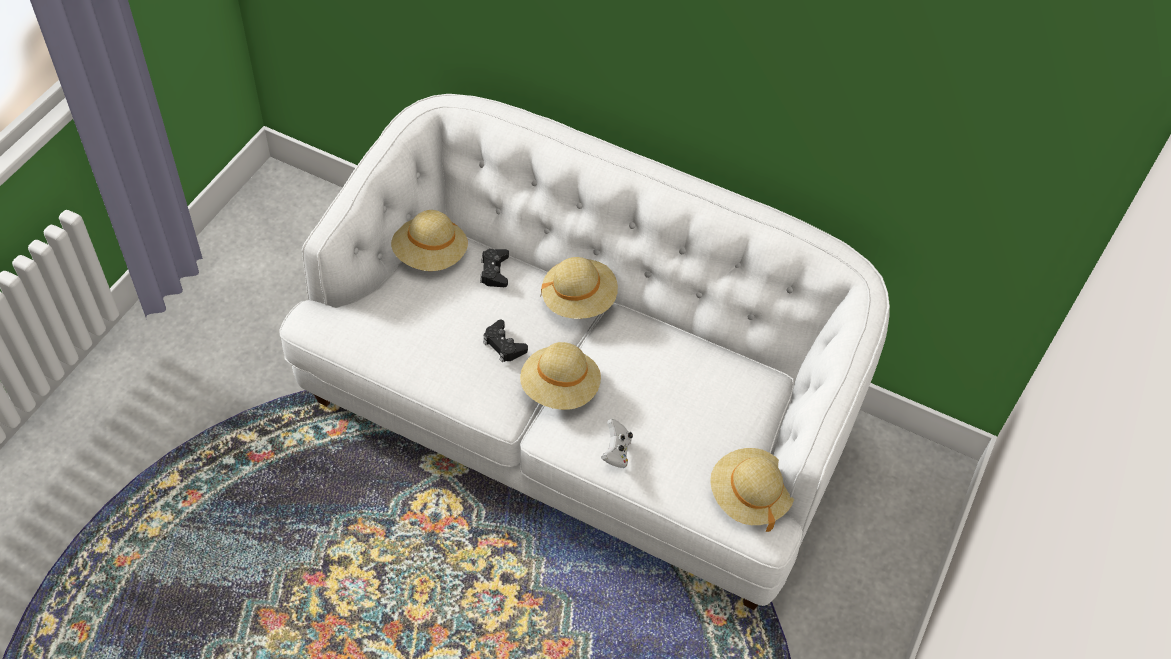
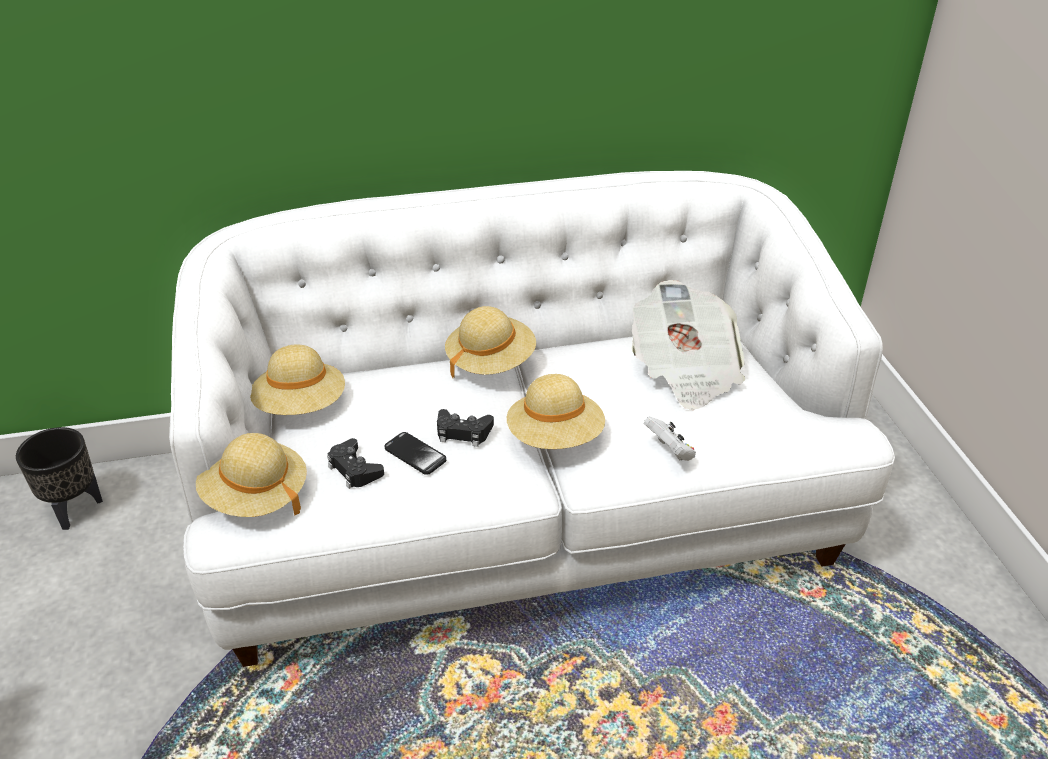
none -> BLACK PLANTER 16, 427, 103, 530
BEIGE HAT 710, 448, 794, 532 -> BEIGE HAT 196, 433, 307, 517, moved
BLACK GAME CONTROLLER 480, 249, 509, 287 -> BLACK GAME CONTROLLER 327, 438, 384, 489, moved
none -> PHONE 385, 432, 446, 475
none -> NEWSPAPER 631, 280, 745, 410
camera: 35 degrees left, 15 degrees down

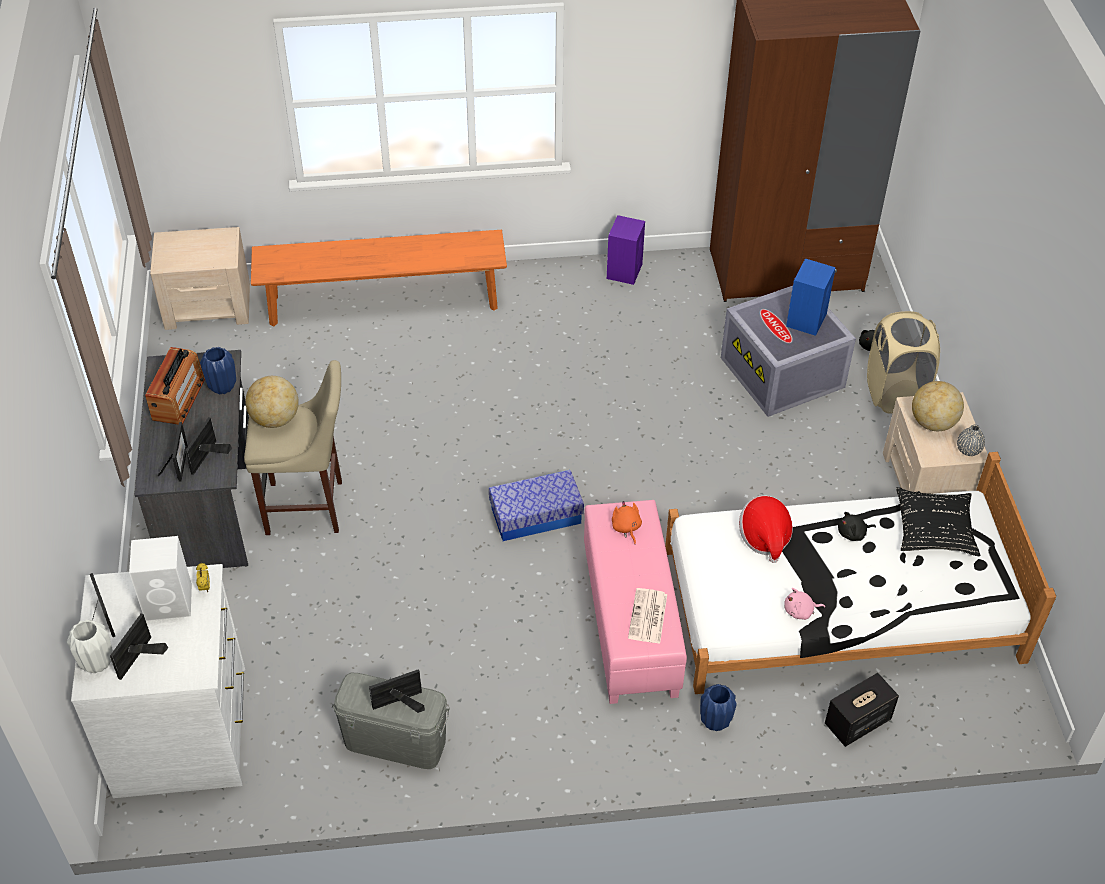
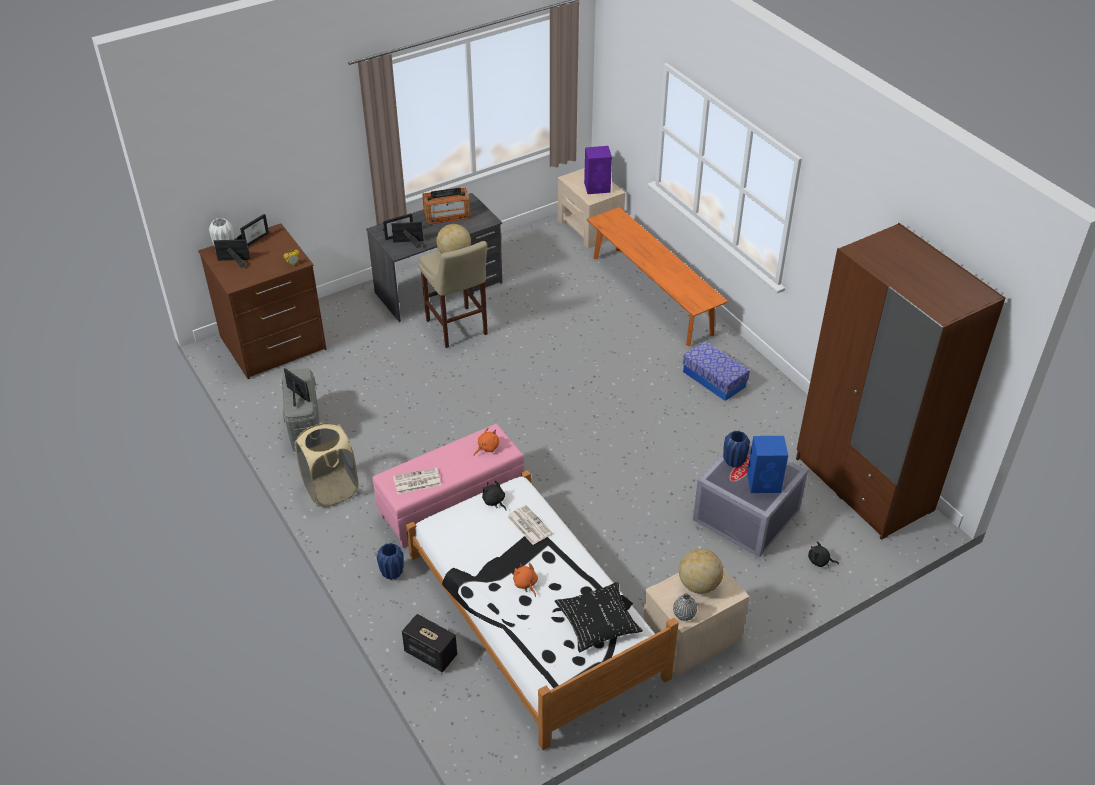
WHITE DRESSER 71, 564, 245, 798 -> BROWN DRESSER 198, 223, 327, 379
BEIGE LAUNDRY BASKET 867, 311, 940, 414 -> BEIGE LAUNDRY BASKET 295, 422, 359, 507, moved
BLACK PLUSH TOY 838, 512, 876, 541 -> BLACK PLUSH TOY 482, 481, 506, 510, moved
HAT 739, 496, 793, 563 -> NEWSPAPER 507, 505, 552, 545
none -> ORANGE PLUSH TOY 513, 563, 538, 597
PURPLE SPEAKER 607, 215, 645, 285 -> PURPLE SPEAKER 584, 146, 612, 194, moved
STORAGE BOX 489, 470, 584, 541 -> STORAGE BOX 682, 341, 750, 401, moved
BLUE VASE 200, 347, 236, 395 -> BLUE VASE 723, 431, 750, 467, moved
WHITE SPEAKER 129, 536, 192, 621 -> none
PINK PLUSH TOY 784, 588, 825, 620 -> none
camera: 65 degrees right, 5 degrees down

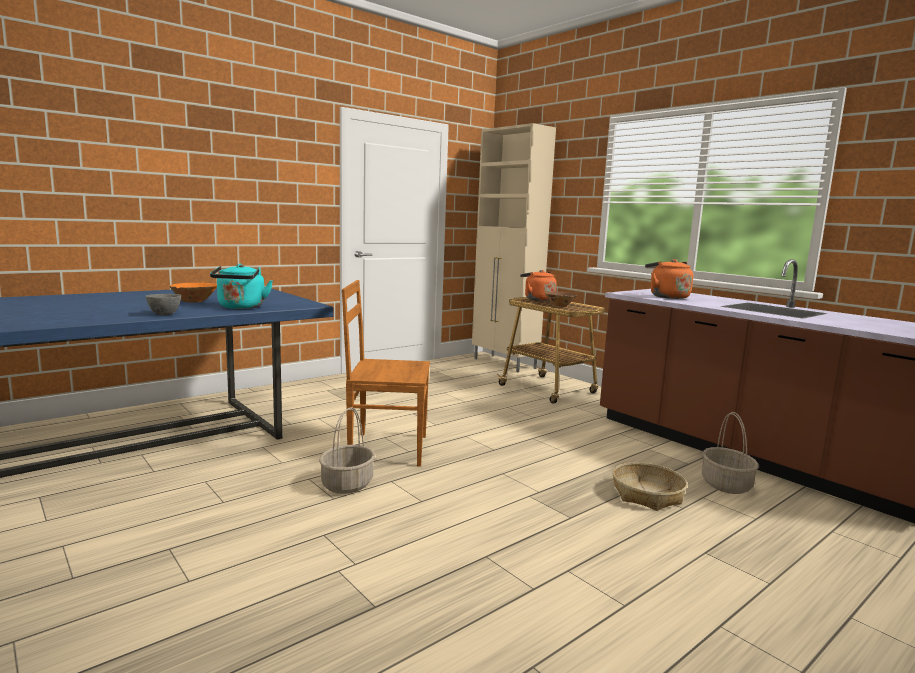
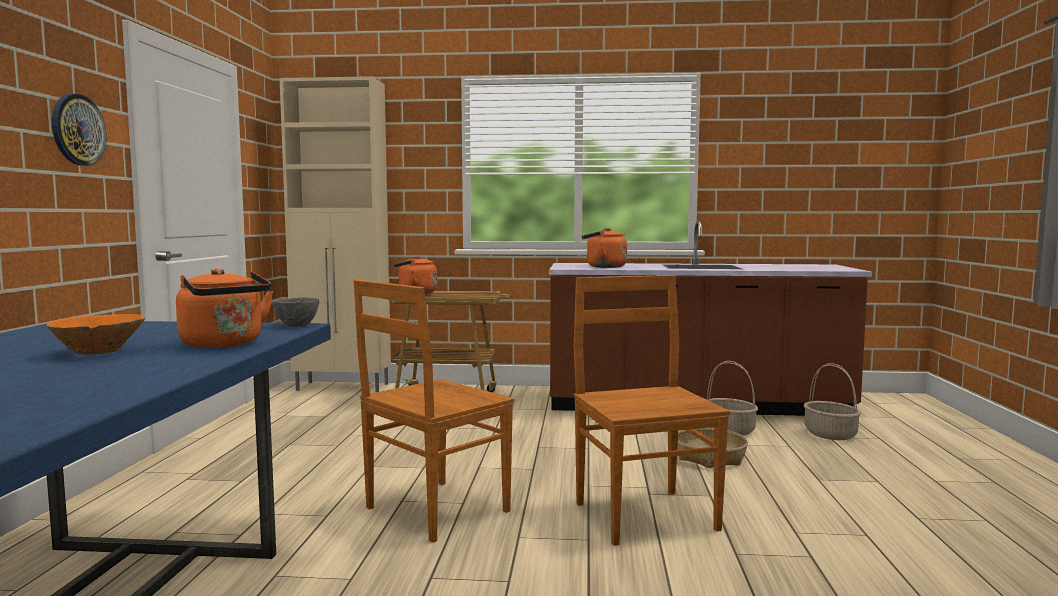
none -> WALL CLOCK 52, 94, 107, 166
TURQUOISE KETTLE 210, 264, 273, 309 -> ORANGE KETTLE 176, 268, 273, 348
GREY BOWL 145, 294, 181, 316 -> GREY BOWL 272, 297, 319, 327, moved
none -> BROWN CHAIR 574, 275, 730, 546
BASKET 319, 407, 375, 494 -> BASKET 803, 363, 861, 440, moved
BROWN BOWL 545, 291, 577, 307 -> none
camera: 45 degrees left, 5 degrees down

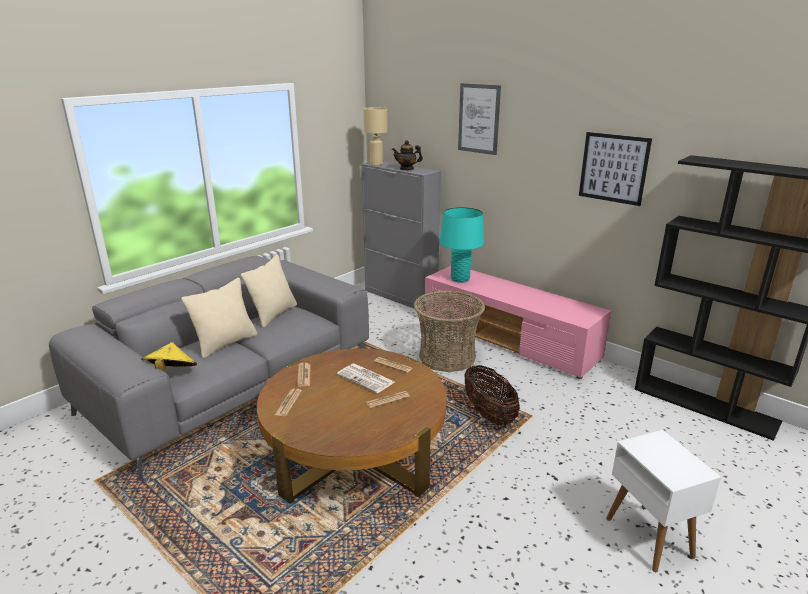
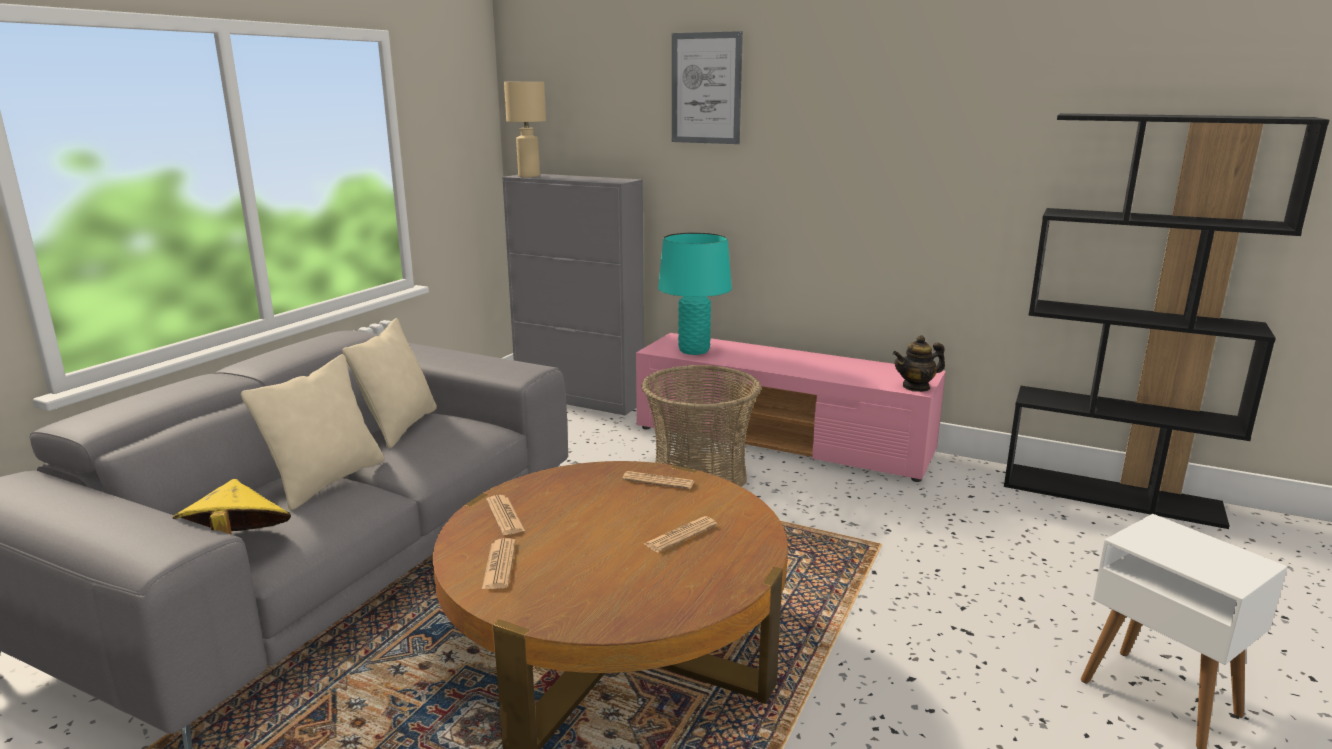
TEAPOT 392, 140, 423, 170 -> TEAPOT 893, 335, 945, 392, moved
NEWSPAPER 337, 364, 394, 393 -> none
BASKET 464, 365, 520, 425 -> none
PICTURE 579, 132, 652, 206 -> none
camera: 15 degrees left, 5 degrees down

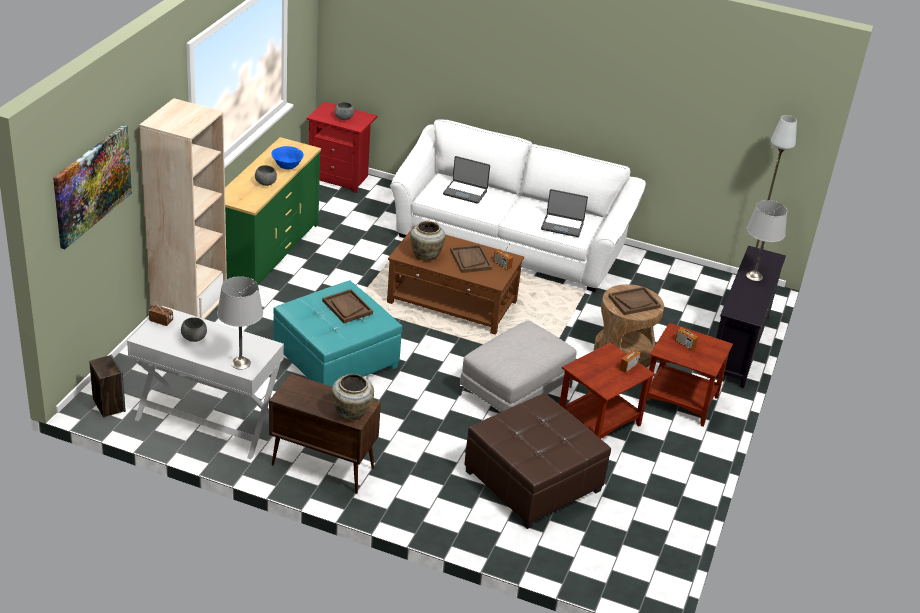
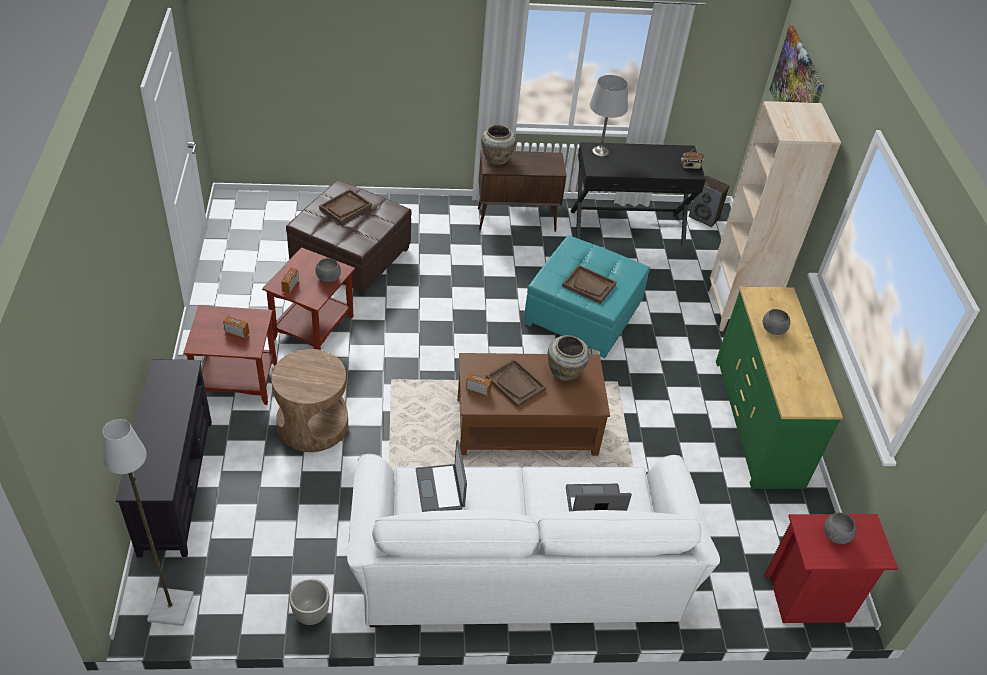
none -> GREY PLANTER 289, 579, 329, 625
GREY BOWL 181, 317, 207, 342 -> GREY BOWL 315, 258, 341, 282, moved
BROWN TRAY 608, 287, 661, 315 -> BROWN TRAY 319, 189, 372, 224, moved
LAPTOP 541, 189, 588, 237 -> LAPTOP 416, 440, 467, 512, 90 degrees counterclockwise
WHITE CONSOLE TABLE 127, 306, 284, 459 -> BLACK CONSOLE TABLE 571, 142, 706, 247
BLUE BOWL 271, 146, 304, 169 -> none
GREY OTTOMAN 459, 321, 577, 412 -> none
GREY TABLE LAMP 746, 200, 787, 281 -> none
camera: 155 degrees right, 10 degrees up

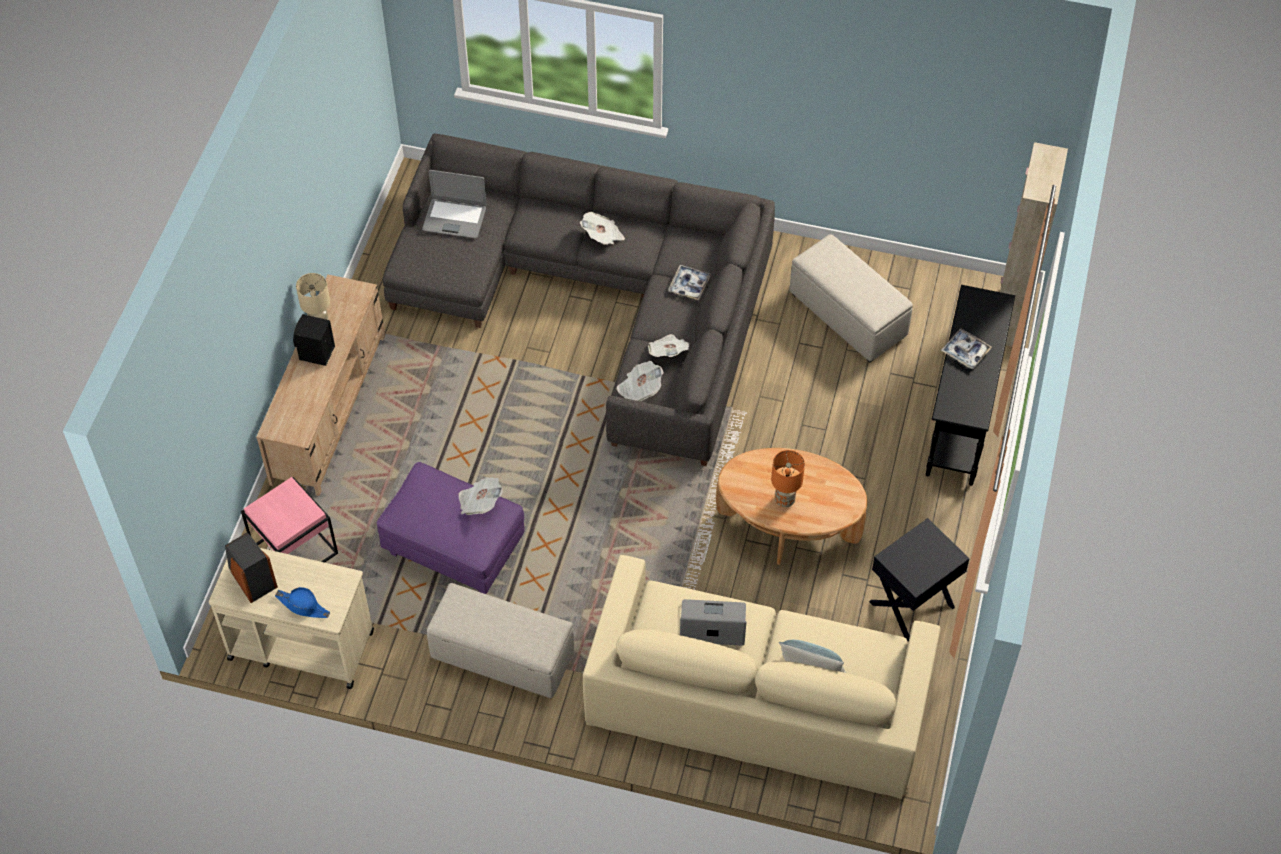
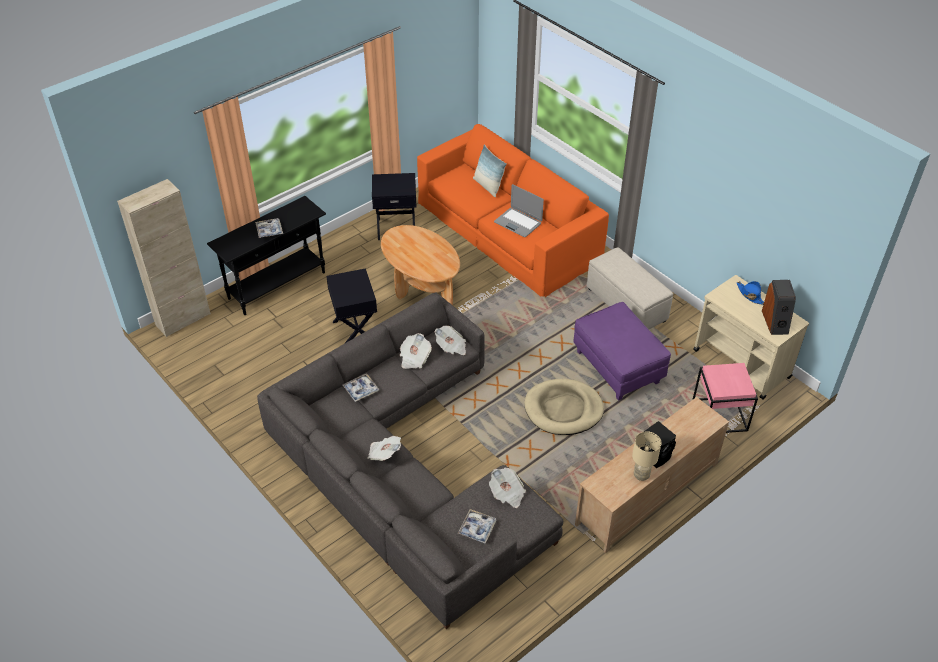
none -> BLACK SIDE TABLE 326, 268, 377, 344
BEIGE SOFA 582, 555, 941, 799 -> ORANGE SOFA 417, 124, 609, 297
LAPTOP 422, 170, 486, 238 -> TRAY 458, 509, 497, 544
NEWSPAPER 458, 477, 503, 515 -> NEWSPAPER 489, 468, 526, 508, moved
none -> BEIGE DOG BED 524, 379, 604, 435
ORANGE TABLE LAMP 771, 450, 805, 507 -> none
BEIGE OTTOMAN 789, 234, 913, 363 -> none
camera: 145 degrees left, 10 degrees down

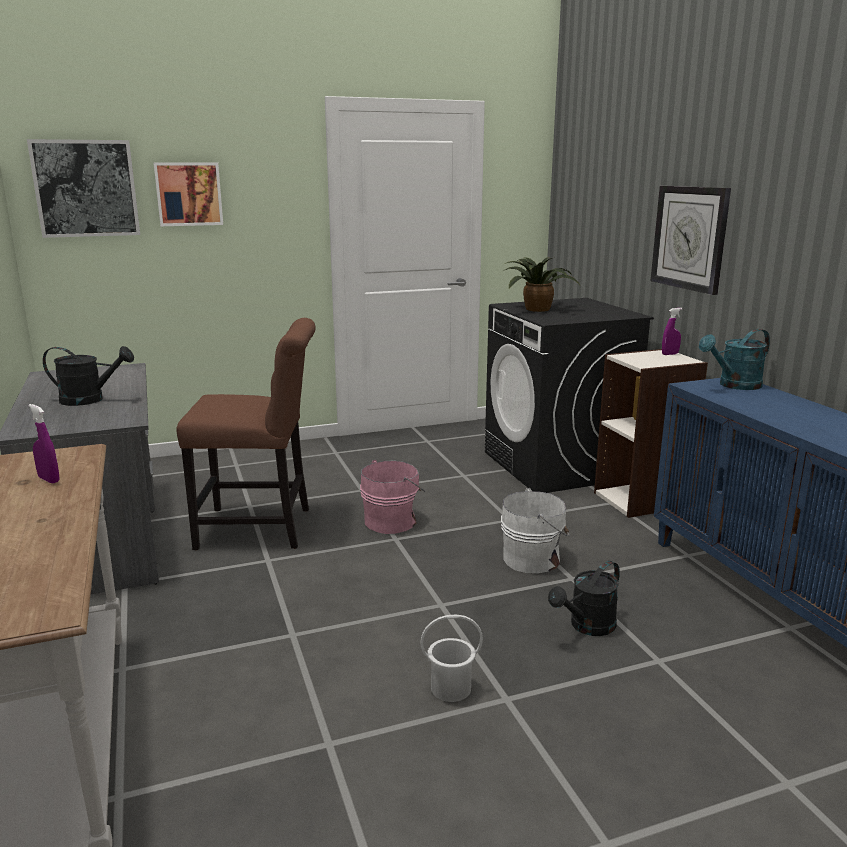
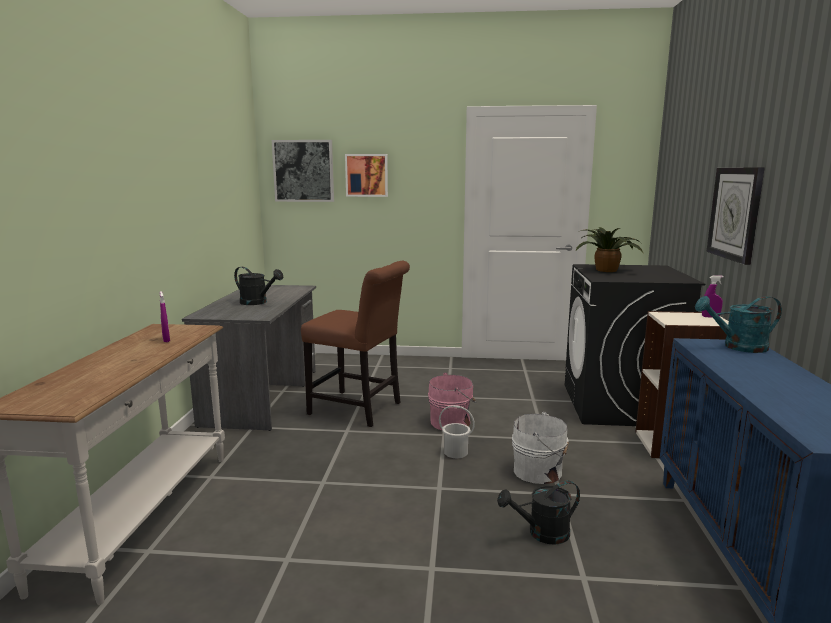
WHITE BUCKET 420, 614, 483, 702 -> WHITE BUCKET 439, 405, 475, 458, moved
camera: 25 degrees right, 5 degrees down

